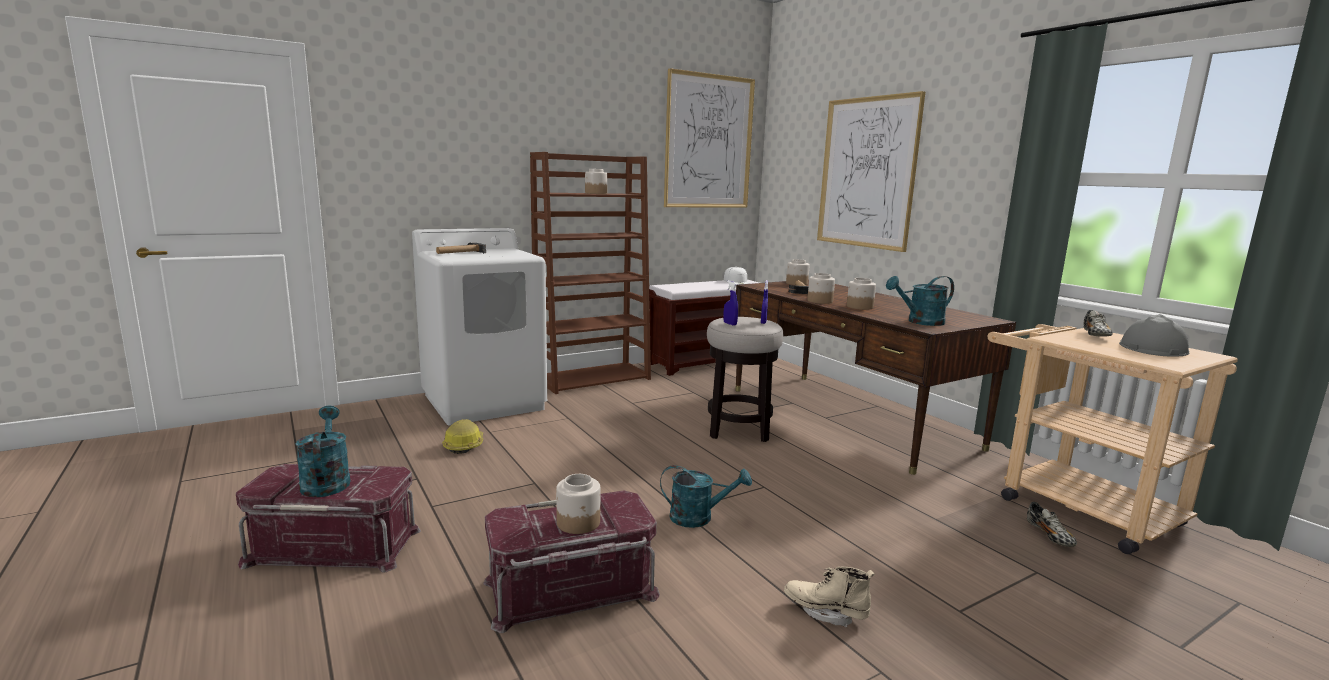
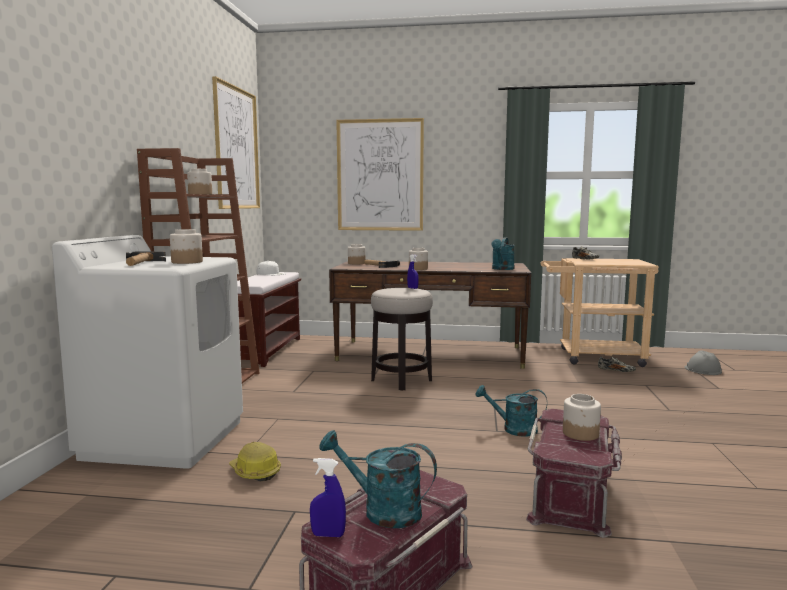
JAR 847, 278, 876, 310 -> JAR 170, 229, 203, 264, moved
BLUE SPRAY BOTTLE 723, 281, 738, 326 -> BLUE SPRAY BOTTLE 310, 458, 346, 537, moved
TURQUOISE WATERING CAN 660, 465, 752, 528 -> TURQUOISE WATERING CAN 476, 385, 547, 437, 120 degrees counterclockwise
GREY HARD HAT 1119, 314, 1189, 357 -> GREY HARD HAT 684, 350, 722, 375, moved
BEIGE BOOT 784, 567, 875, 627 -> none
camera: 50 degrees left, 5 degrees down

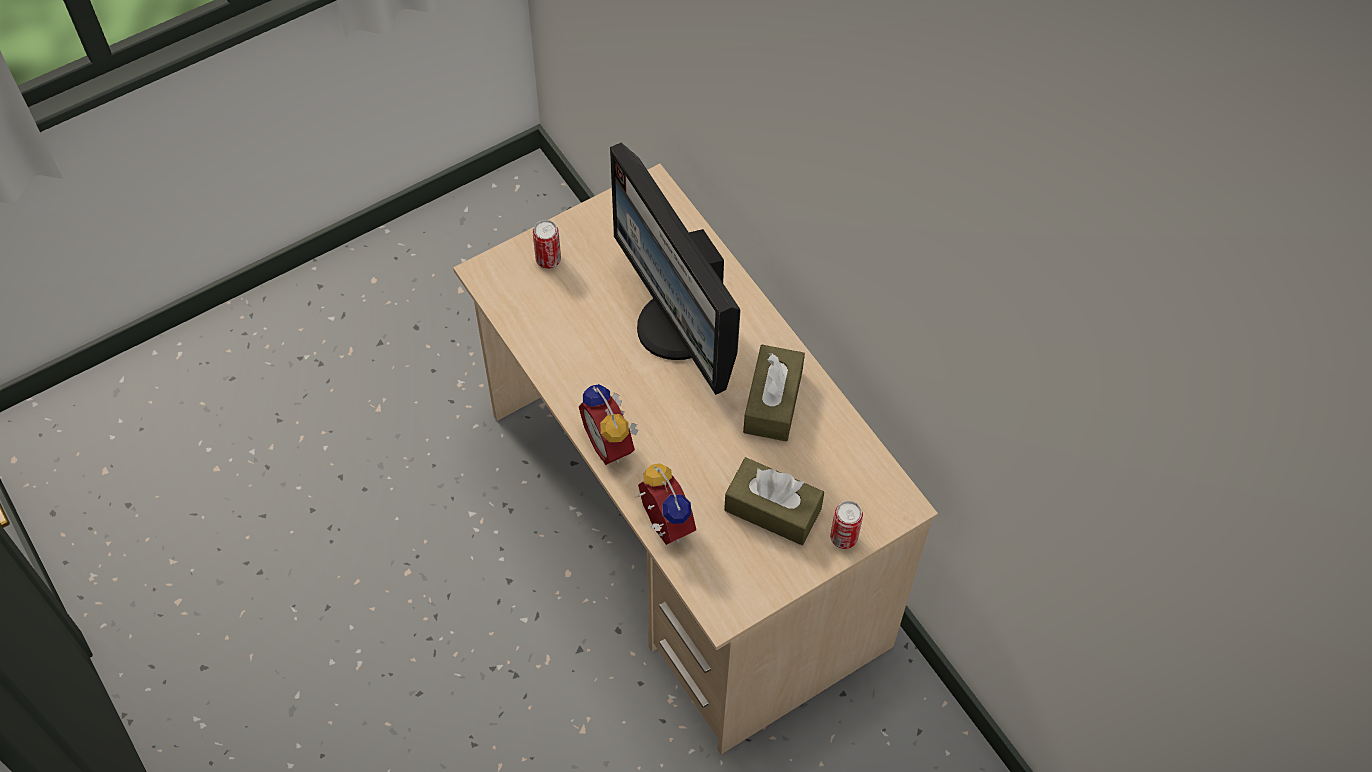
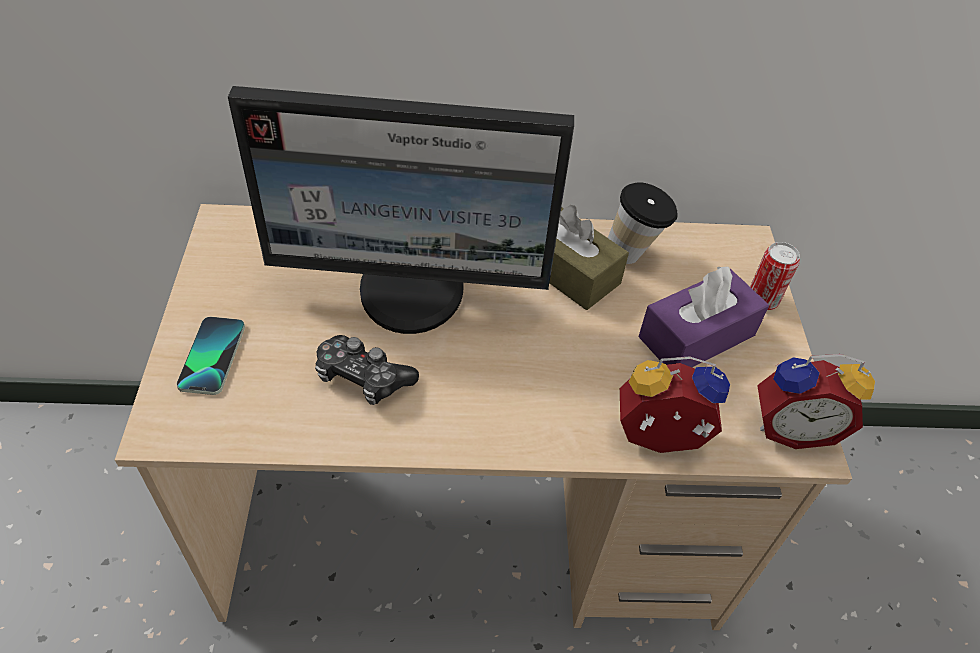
CAN 533, 220, 561, 269 -> PHONE 176, 317, 245, 395
none -> GAME CONTROLLER 315, 335, 419, 405
none -> CUP 608, 182, 678, 264
BROWN TISSUE BOX 724, 457, 824, 545 -> PURPLE TISSUE BOX 639, 267, 769, 367
ALARM CLOCK 579, 384, 639, 465 -> ALARM CLOCK 757, 354, 875, 449, moved
camera: 60 degrees left, 10 degrees down

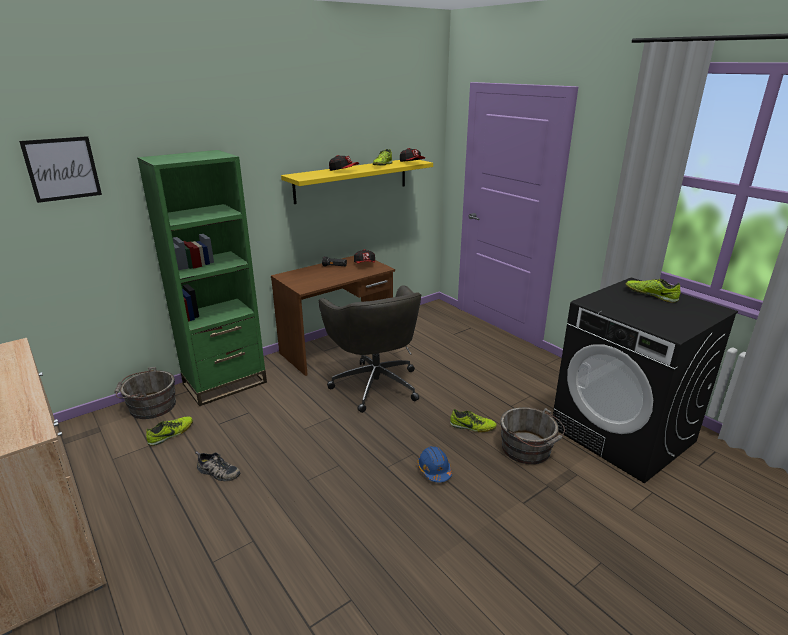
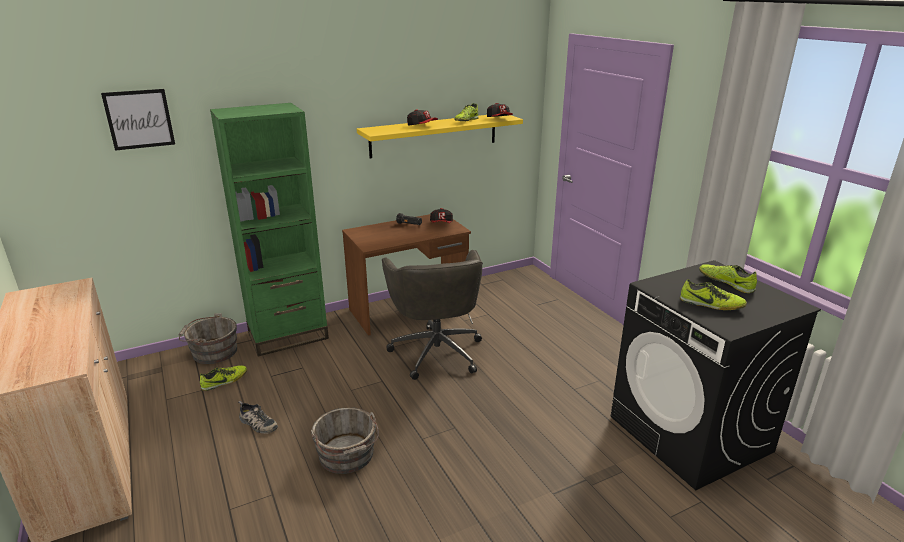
GREY BUCKET 500, 407, 565, 464 -> GREY BUCKET 311, 407, 379, 474, moved
SHOE 450, 409, 497, 432 -> SHOE 680, 279, 747, 310, moved
BLUE HARD HAT 417, 446, 452, 482 -> none
camera: 10 degrees right, 0 degrees up

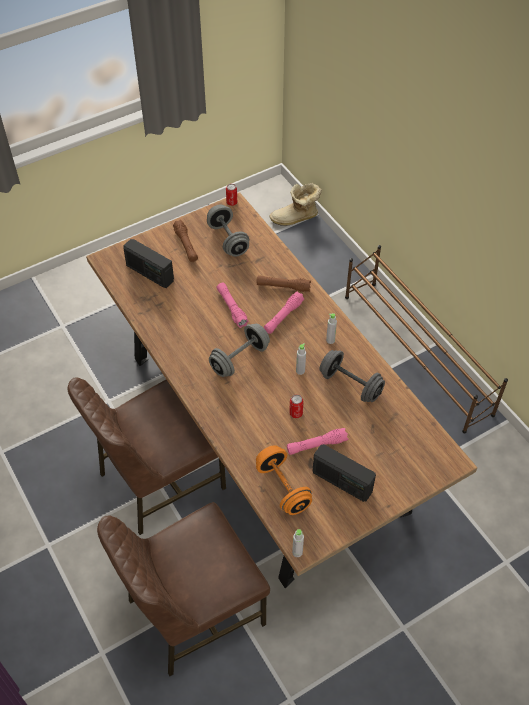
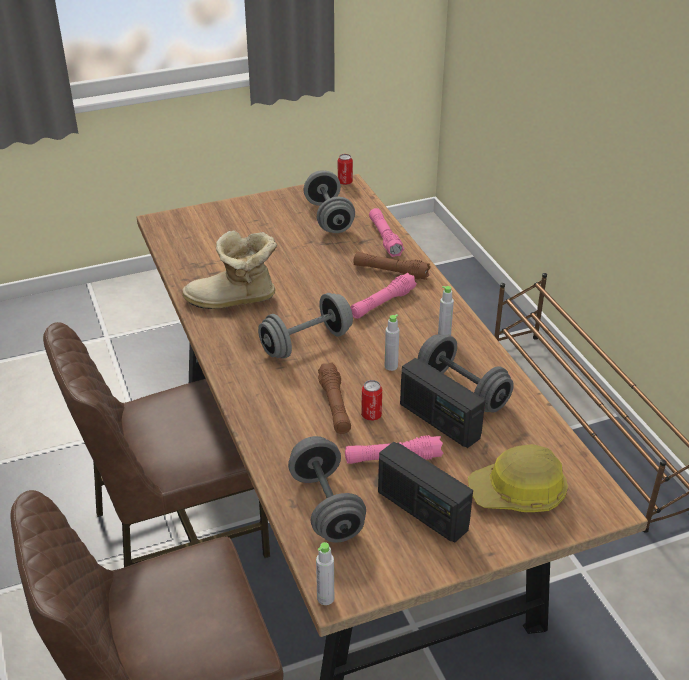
BOOT 269, 183, 322, 226 -> BOOT 182, 230, 277, 309, moved
ORANGE DUMBBELL 256, 445, 312, 515 -> GREY DUMBBELL 288, 436, 366, 543
BROWN FLASHLIGHT 173, 220, 198, 262 -> BROWN FLASHLIGHT 318, 362, 351, 434, moved
PINK FLASHLIGHT 217, 283, 249, 328 -> PINK FLASHLIGHT 369, 208, 404, 257, moved
RADIO 123, 239, 174, 288 -> RADIO 400, 358, 485, 448, moved
none -> HARD HAT 468, 444, 568, 512
camera: 10 degrees right, 15 degrees down

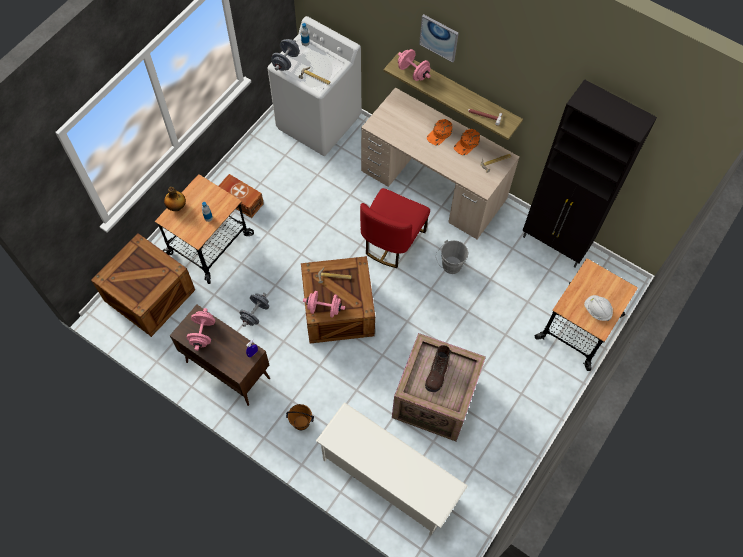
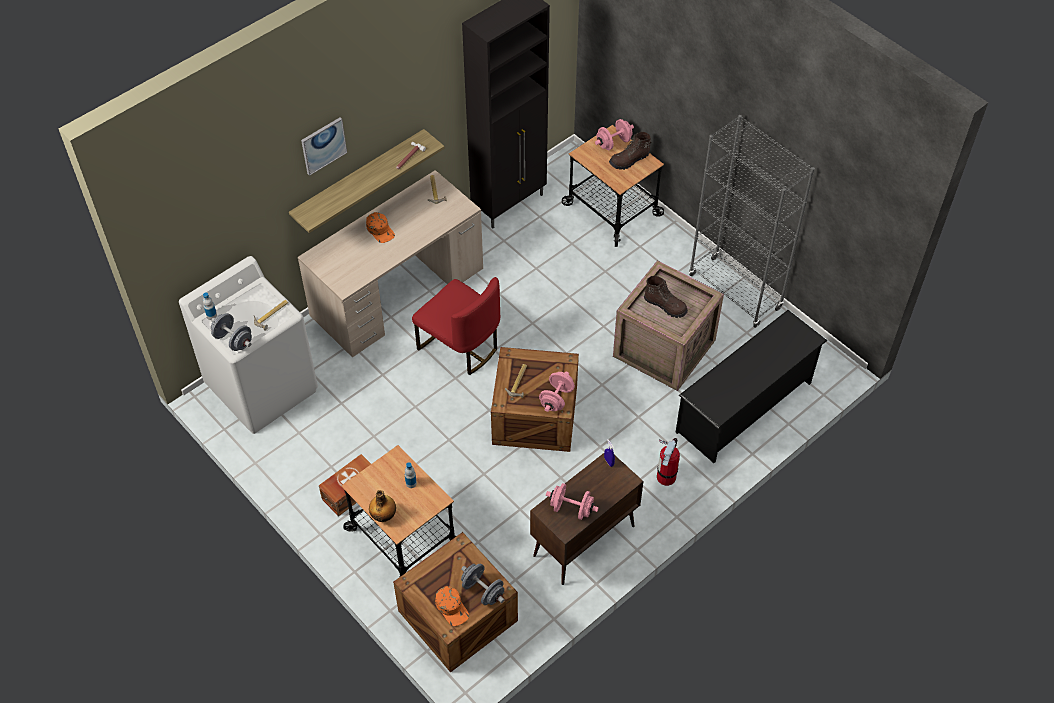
ORANGE CAP 454, 129, 480, 155 -> ORANGE CAP 435, 586, 469, 626, moved
GREY DUMBBELL 240, 293, 269, 327 -> GREY DUMBBELL 461, 564, 505, 605, moved
PINK DUMBBELL 398, 49, 431, 81 -> PINK DUMBBELL 595, 119, 634, 150, moved
WHITE HARD HAT 584, 295, 613, 321 -> BROWN BOOT 609, 132, 652, 170
BROWN BUCKET 286, 404, 314, 430 -> FIRE EXTINGUISHER 657, 438, 680, 486
WHITE SHOE RACK 316, 402, 468, 536 -> BLACK SHOE RACK 675, 310, 827, 463
none -> GREY BOOKCASE 689, 115, 815, 328
GREY BUCKET 436, 240, 469, 274 -> none
camera: 75 degrees left, 10 degrees down

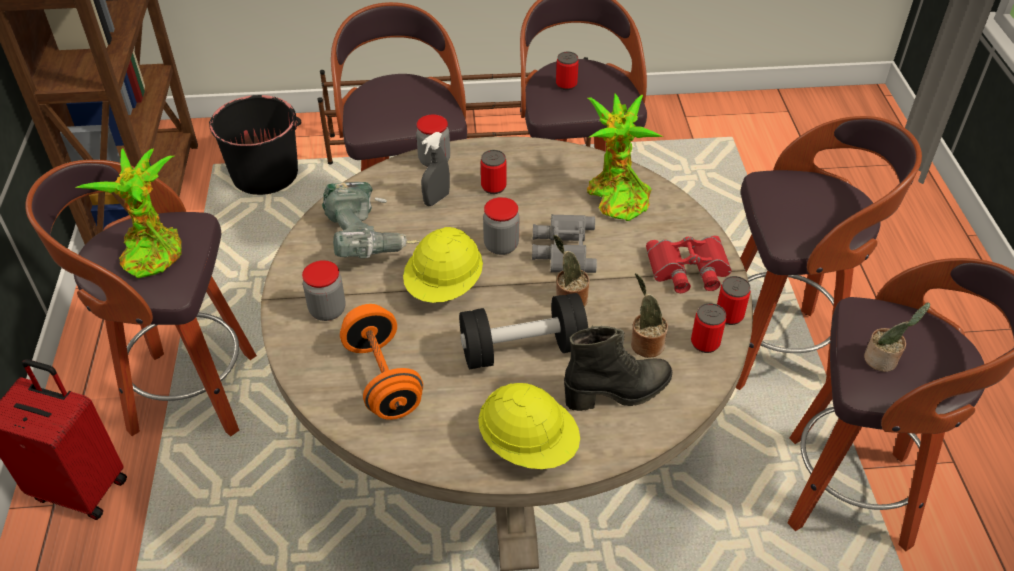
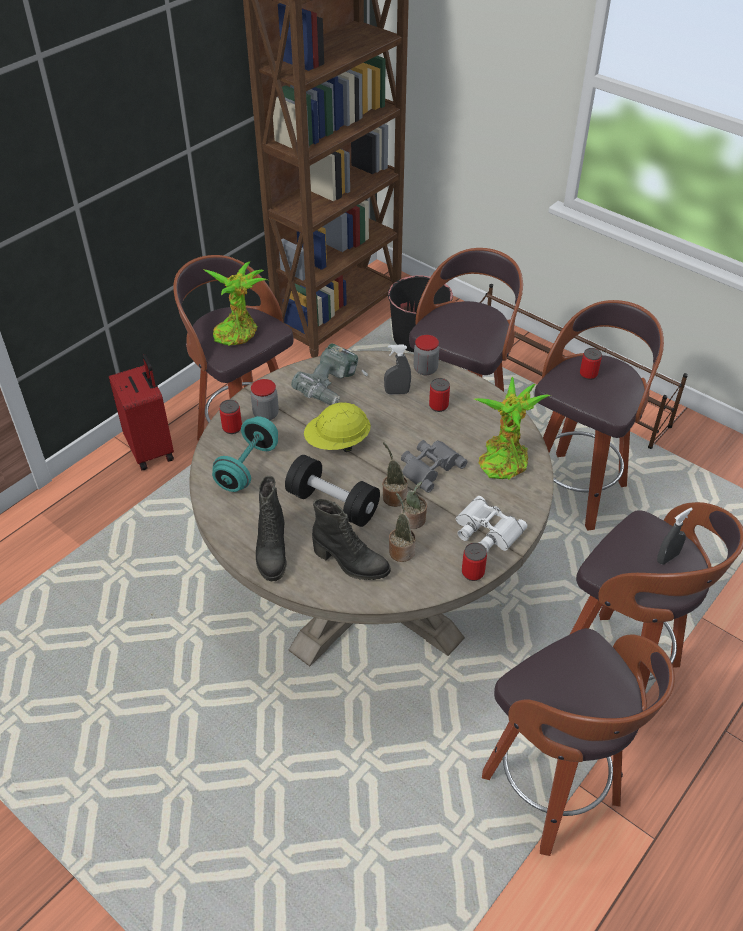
ORANGE DUMBBELL 340, 304, 423, 420 -> TURQUOISE DUMBBELL 212, 416, 278, 492
CAN 691, 303, 726, 353 -> CAN 219, 400, 242, 434, moved
YELLOW HARD HAT 478, 383, 580, 469 -> BLACK BOOT 256, 476, 287, 581
POTTED PLANT 864, 302, 930, 372 -> POTTED PLANT 401, 481, 427, 529, moved
RED BINOCULARS 646, 235, 732, 293 -> WHITE BINOCULARS 456, 496, 528, 552
none -> GREY SPRAY BOTTLE 657, 507, 693, 565
JAR 483, 197, 519, 255 -> none
camera: 45 degrees right, 0 degrees up

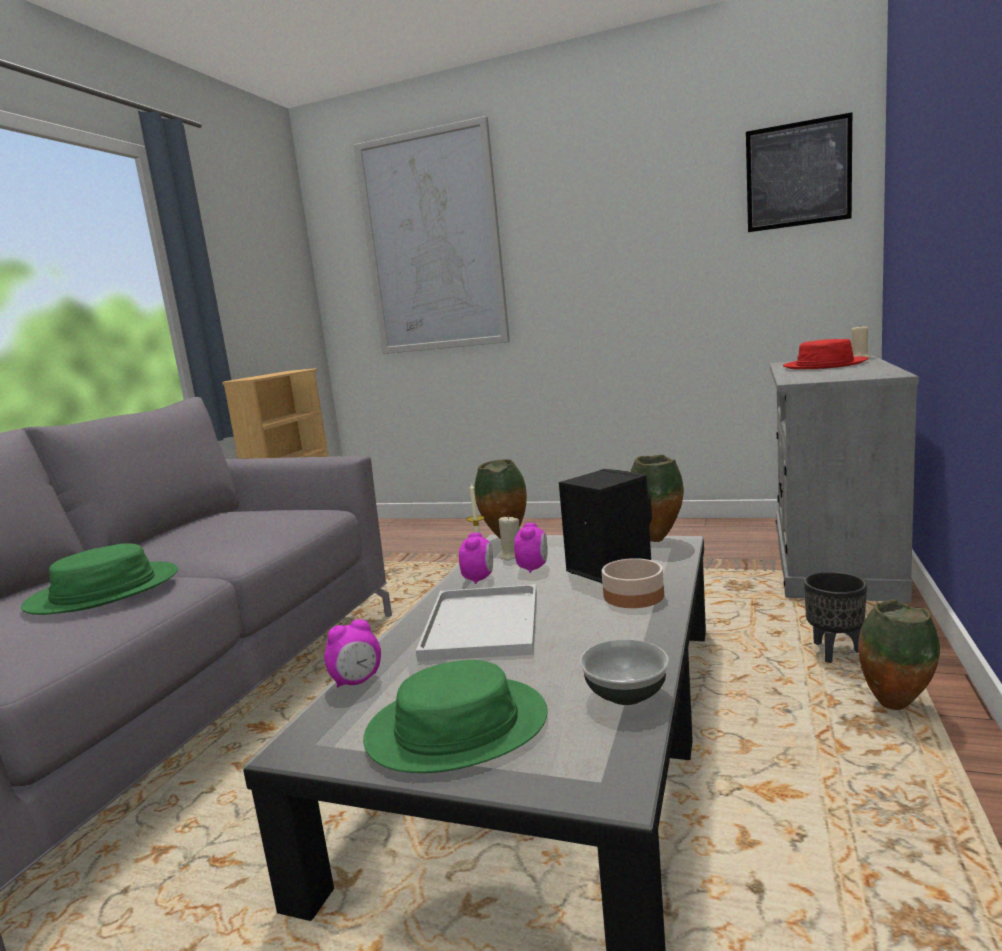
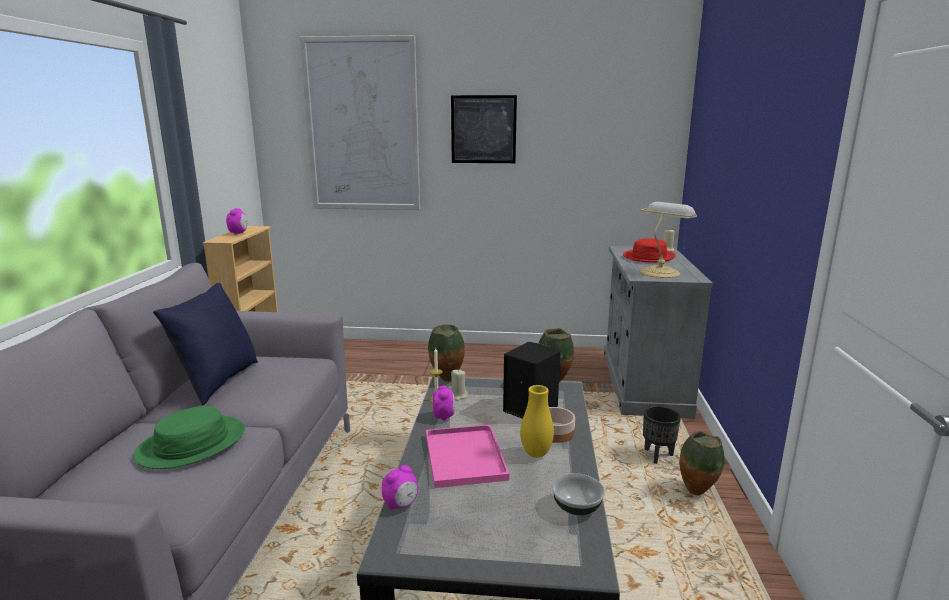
none -> BLUE PILLOW 153, 283, 258, 405
ALARM CLOCK 514, 523, 548, 573 -> ALARM CLOCK 226, 208, 247, 235, moved
WHITE TRAY 416, 584, 537, 662 -> PINK TRAY 426, 425, 509, 488
PICTURE 746, 112, 852, 232 -> PICTURE 451, 95, 517, 163, moved
none -> YELLOW VASE 520, 385, 554, 458
none -> TABLE LAMP 640, 202, 697, 278
GREEN HAT 363, 660, 547, 773 -> none
camera: 15 degrees left, 5 degrees up

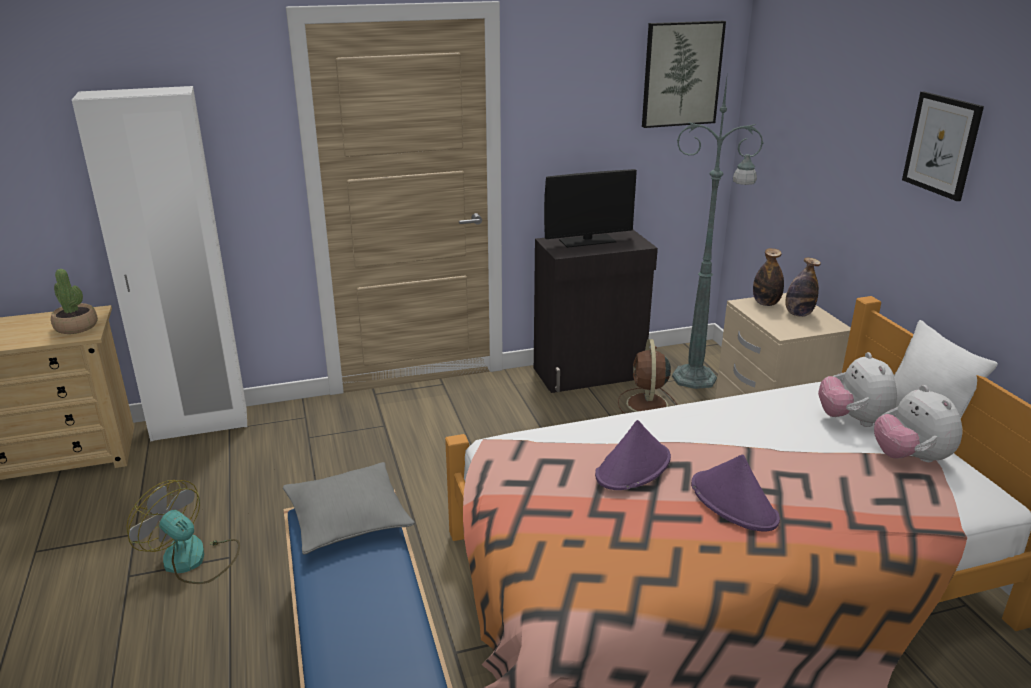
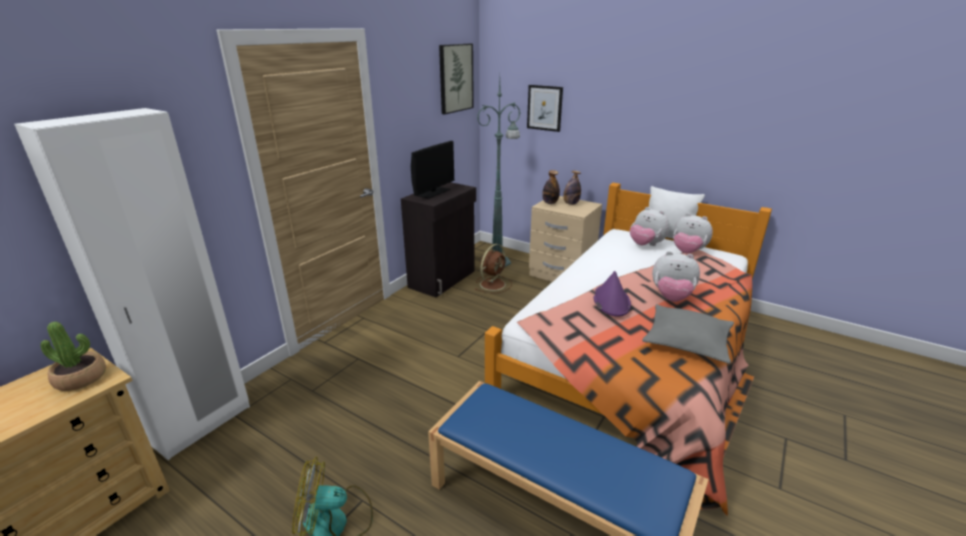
BROWN FAN 618, 339, 677, 414 -> BROWN FAN 475, 244, 512, 294, 105 degrees counterclockwise
PICTURE 902, 92, 984, 201 -> PICTURE 527, 85, 563, 132, moved
GREY PILLOW 283, 462, 415, 555 -> GREY PILLOW 642, 304, 734, 364, moved
PURPLE HAT 691, 454, 780, 531 -> PLUSH TOY 652, 251, 700, 302
camera: 40 degrees left, 0 degrees up

